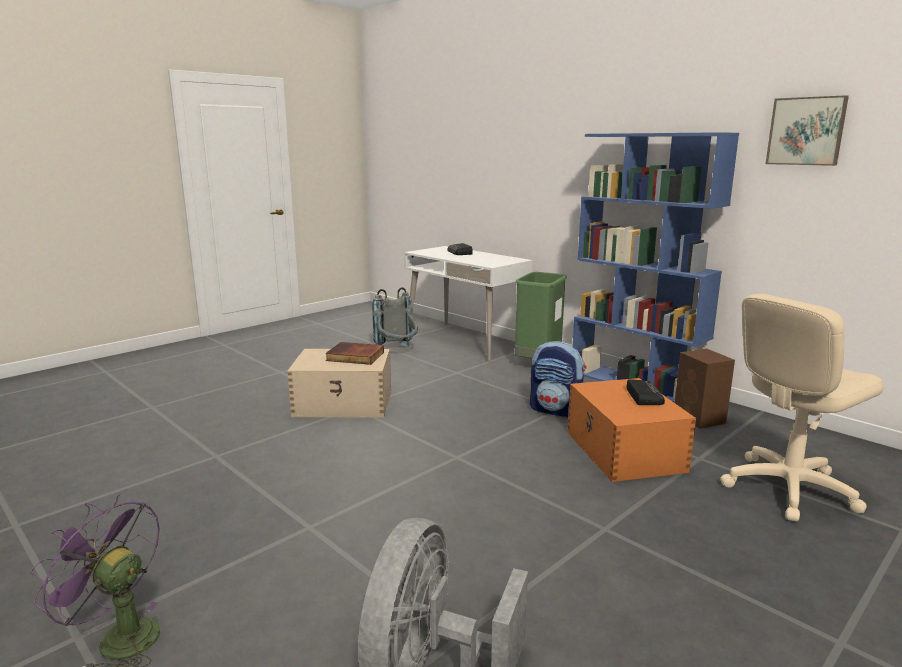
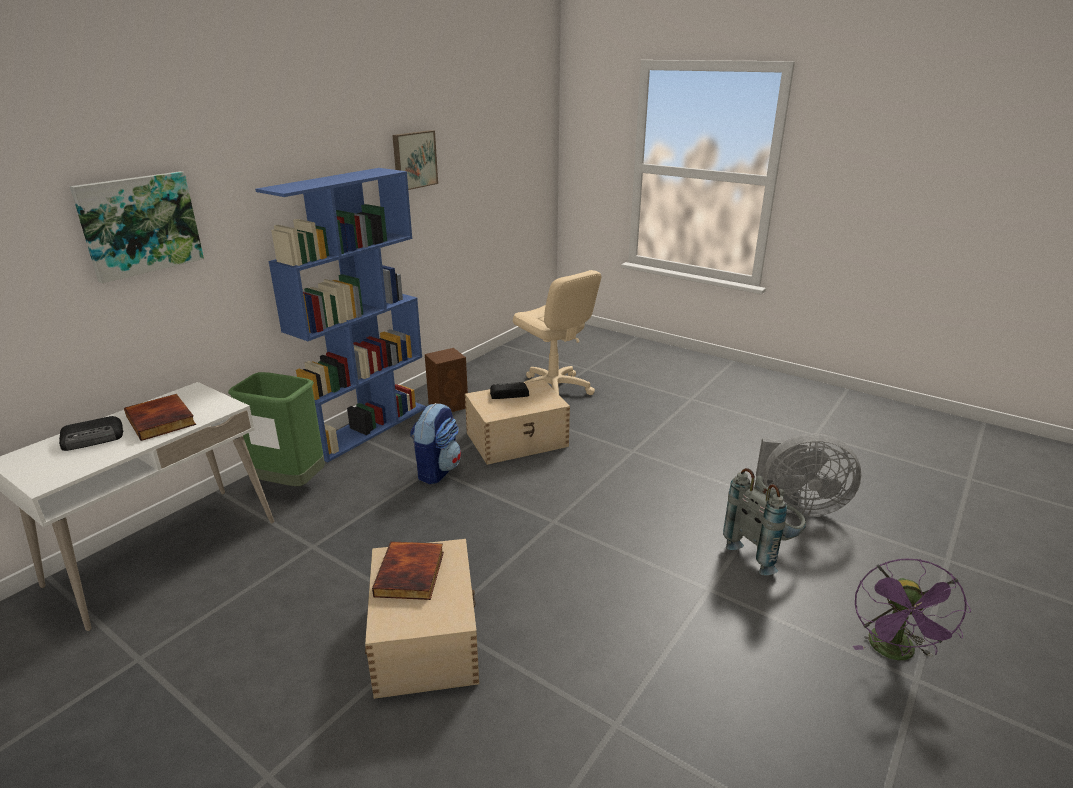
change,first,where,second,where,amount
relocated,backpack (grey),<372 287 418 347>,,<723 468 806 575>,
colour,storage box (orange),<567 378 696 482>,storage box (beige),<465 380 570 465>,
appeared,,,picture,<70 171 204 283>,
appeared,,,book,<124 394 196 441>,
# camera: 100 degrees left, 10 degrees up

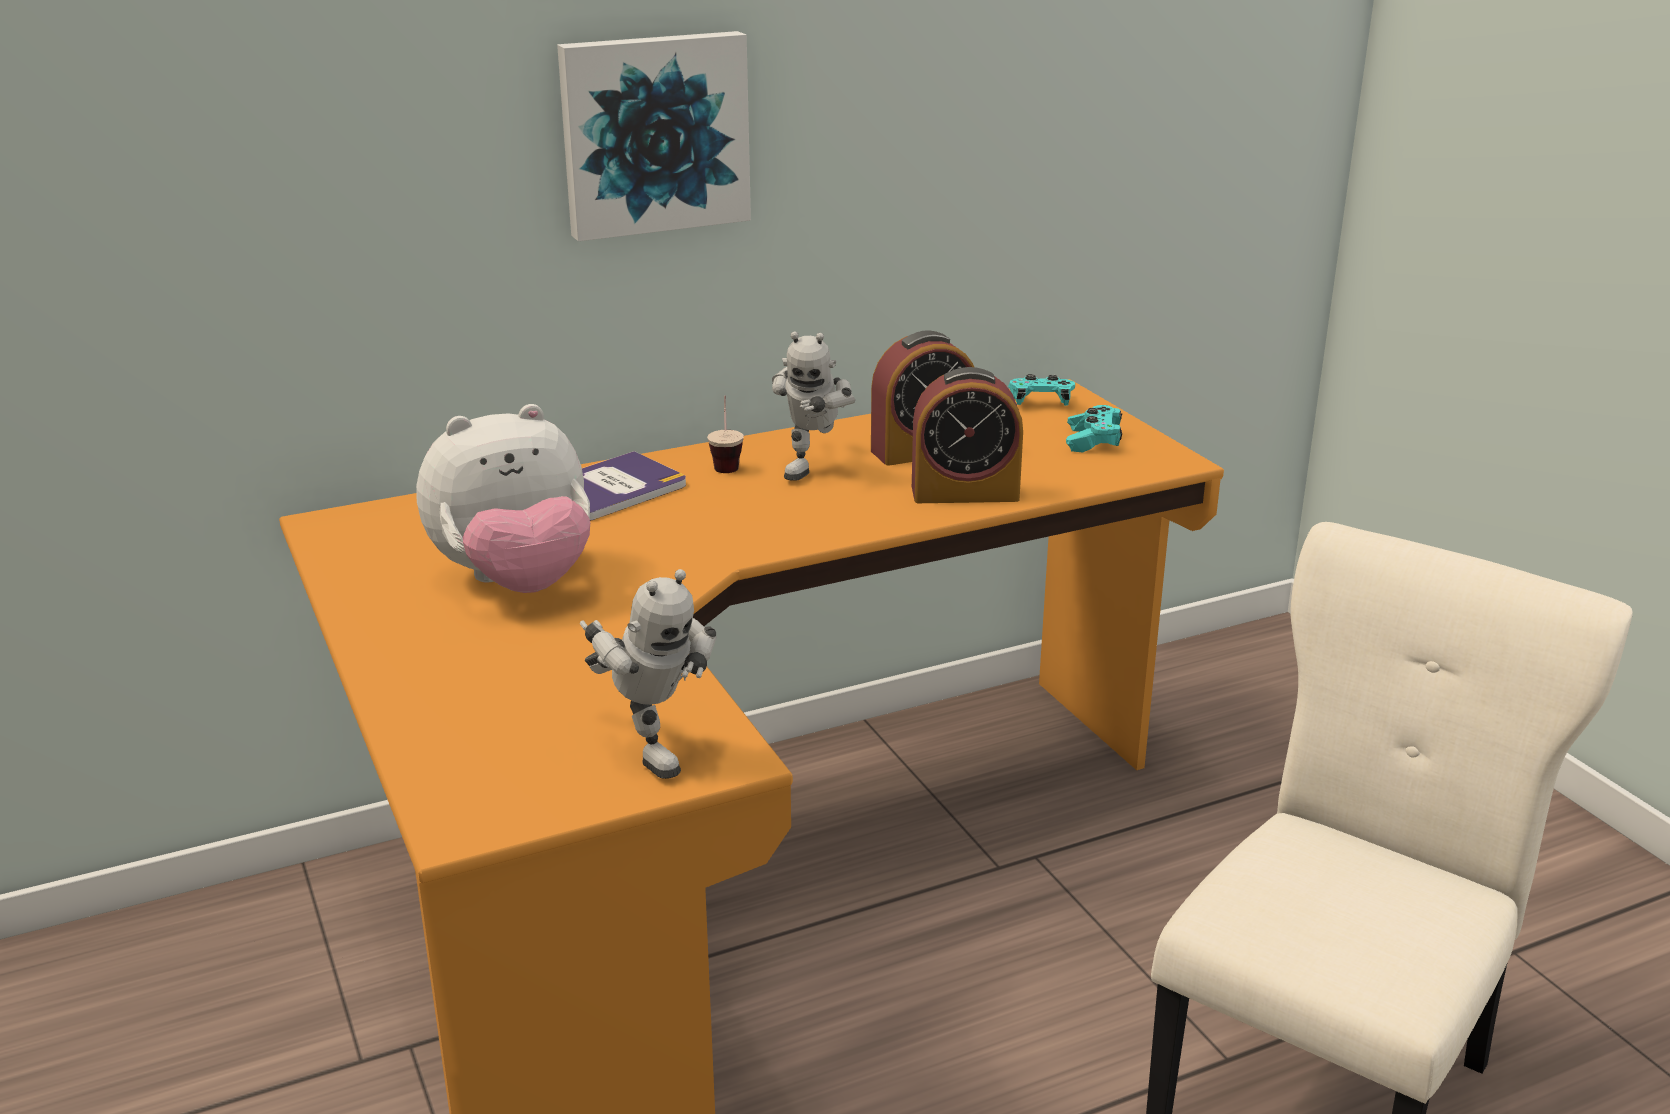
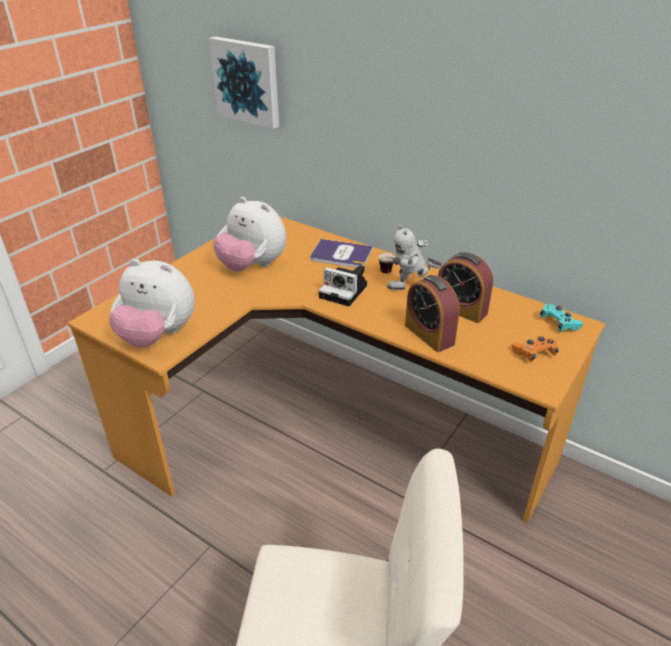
change,first,where,second,where,amount
relocated,picture,<557 31 751 241>,,<209 36 279 129>,
colour,game controller (turquoise),<1066 405 1123 452>,game controller (orange),<511 336 559 362>,
exchanged,toy robot,<580 569 717 779>,plush toy,<109 259 195 347>,
appeared,,,photo camera,<319 265 367 306>,
# camera: 60 degrees right, 10 degrees up

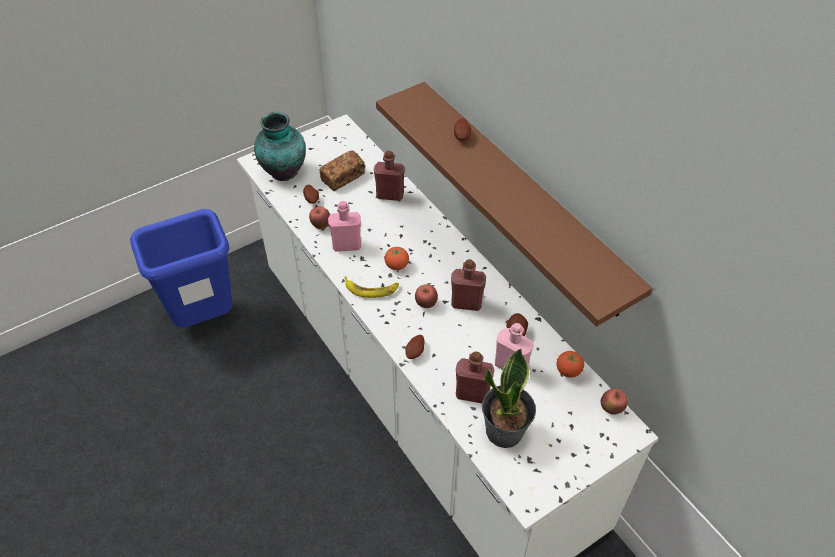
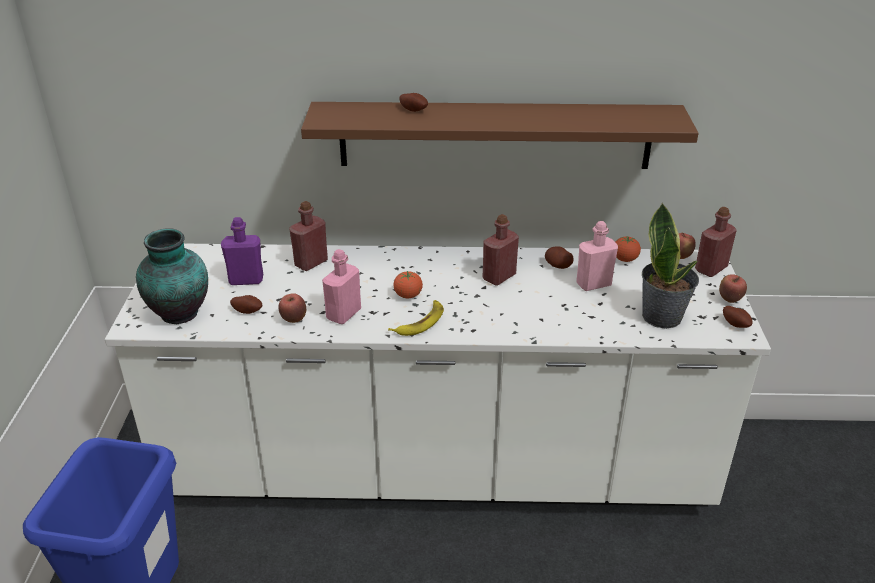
change,first,where,second,where,amount
exchanged,bread,<320 151 365 191>,bottle (purple),<221 217 263 285>,
relocated,apple,<415 284 438 308>,,<719 274 747 303>,
relocated,potato,<406 335 425 359>,,<723 306 753 328>,
relocated,bottle (red),<456 351 494 403>,,<695 207 737 277>,
# camera: 55 degrees left, 15 degrees down

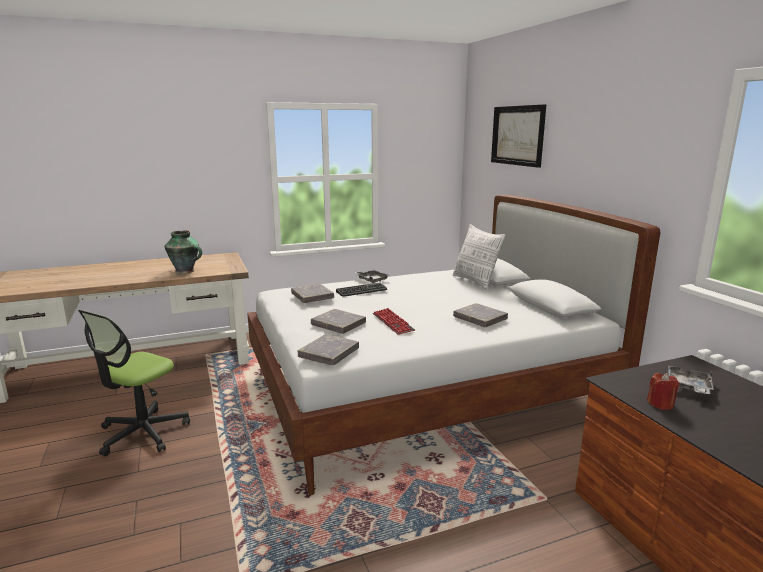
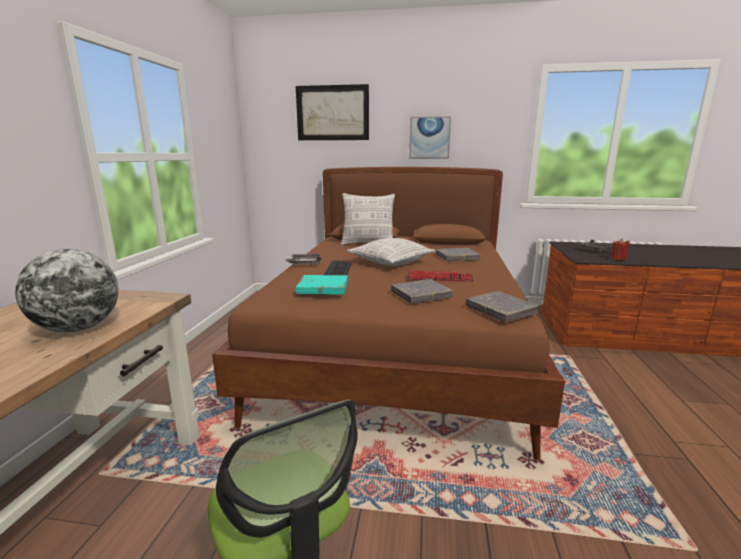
change,first,where,second,where,amount
colour,bed (white),<247 195 660 495>,bed (brown),<212 167 565 460>,
exchanged,vase,<164 230 202 274>,globe,<15 249 118 332>,
colour,book (grey),<291 284 334 303>,book (turquoise),<296 275 348 295>,
appeared,,,picture,<409 116 451 159>,
appeared,,,pillow,<346 238 436 266>,
# camera: 60 degrees left, 0 degrees up

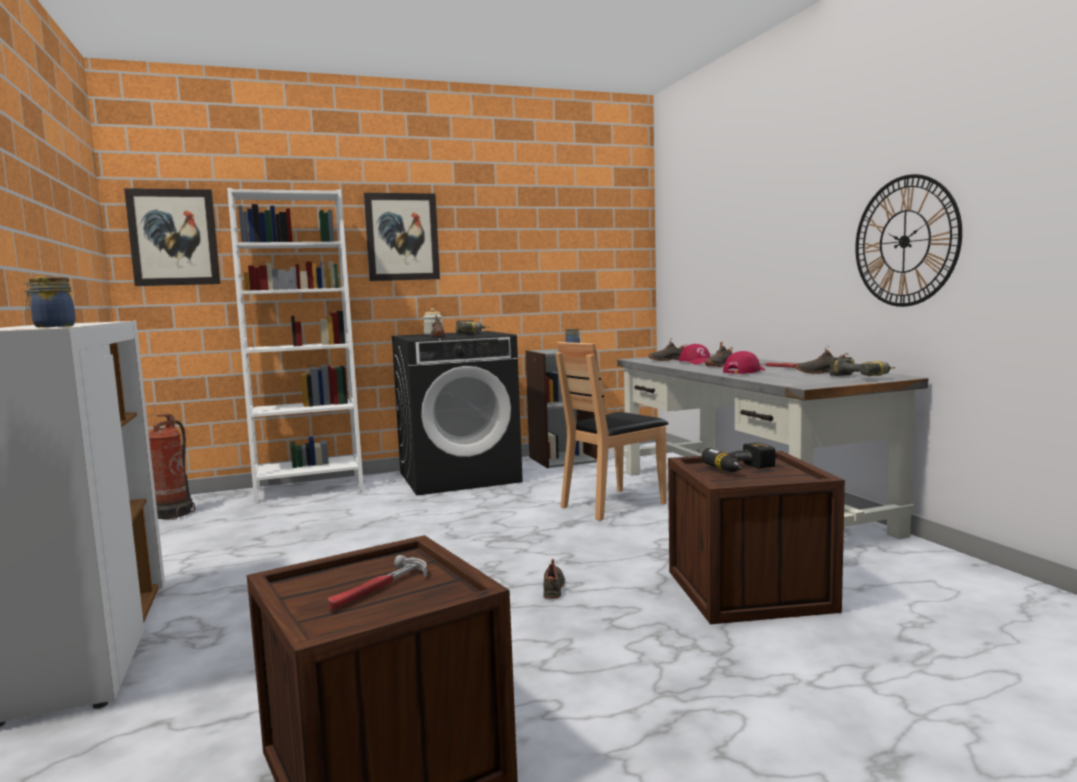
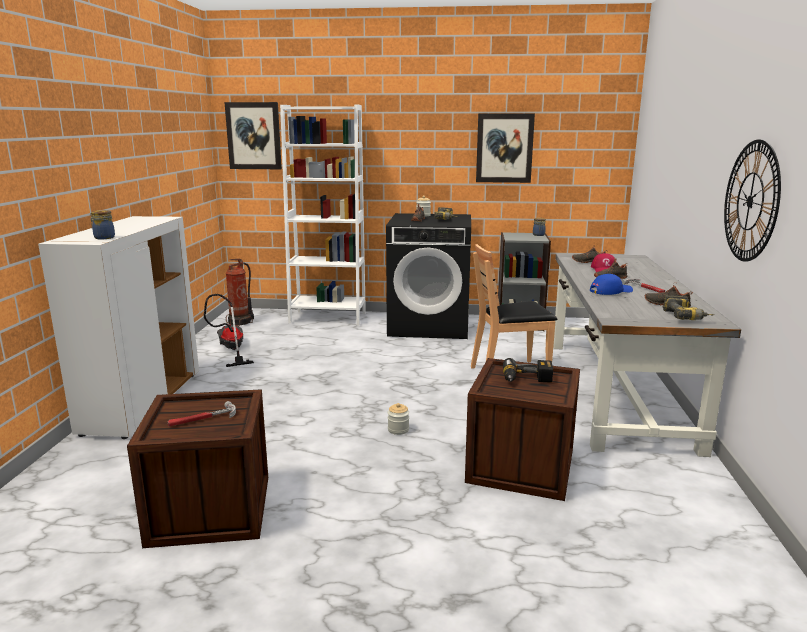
change,first,where,second,where,amount
relocated,picture,<364 193 440 281>,,<476 114 535 183>,
colour,cap (red),<723 351 765 374>,cap (blue),<590 274 633 295>,
exchanged,shoe (black),<543 559 565 599>,jar,<388 403 409 435>,
appeared,,,vacuum cleaner,<204 294 254 367>,
# camera: 25 degrees right, 10 degrees up

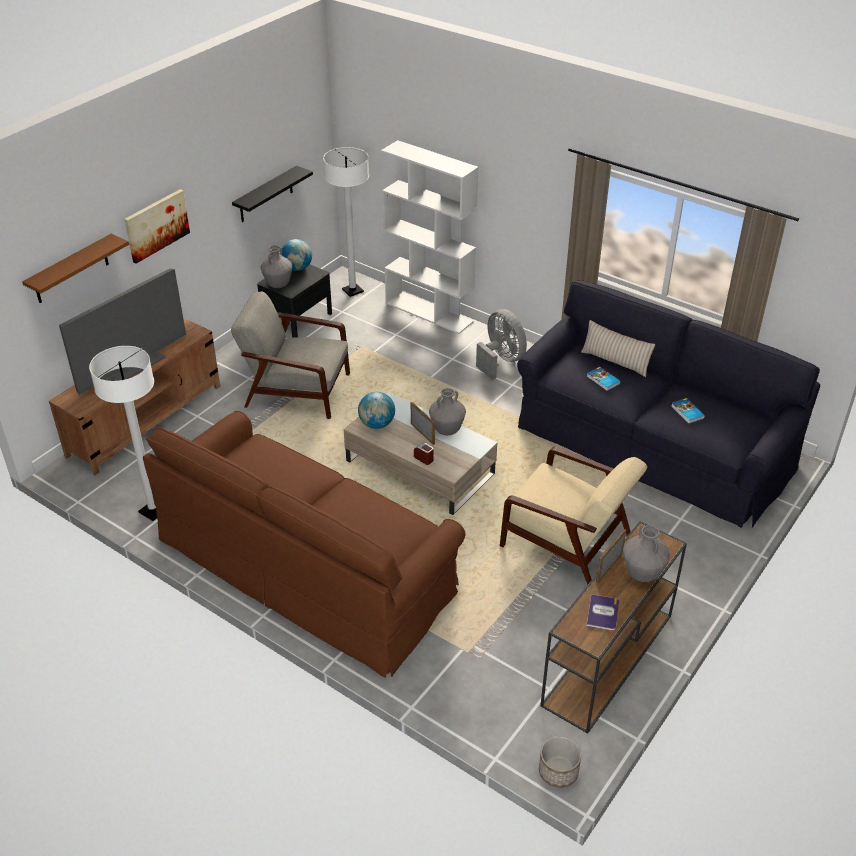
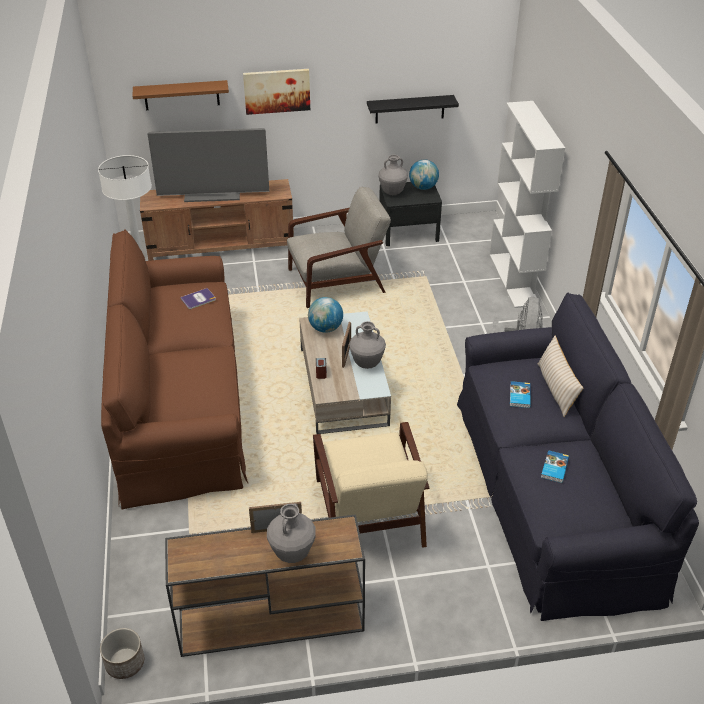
change,first,where,second,where,amount
missing,floor lamp (white),<323 147 369 297>,,,
spun,armchair (grey),<231 292 350 419>,,<287 187 391 308>,105 degrees clockwise
relocated,book,<587 594 619 630>,,<180 288 216 309>,
# camera: 45 degrees right, 0 degrees up

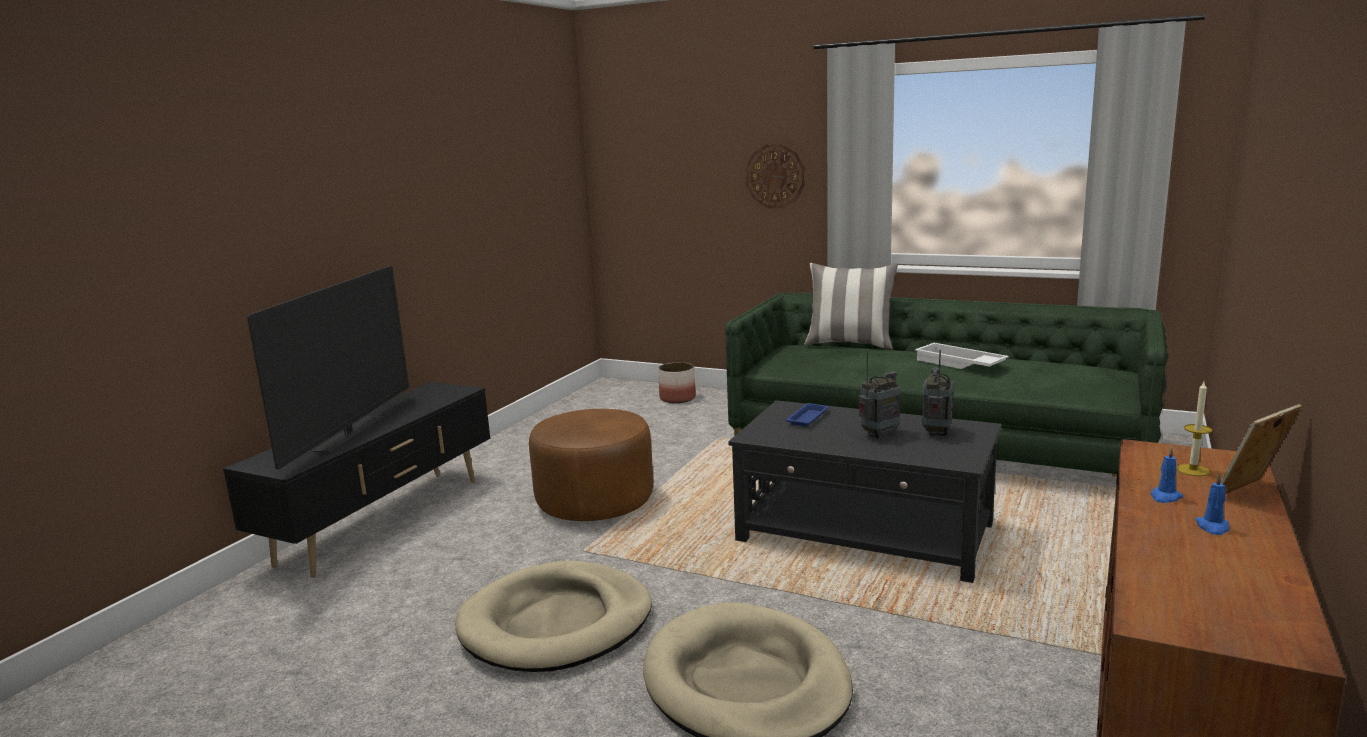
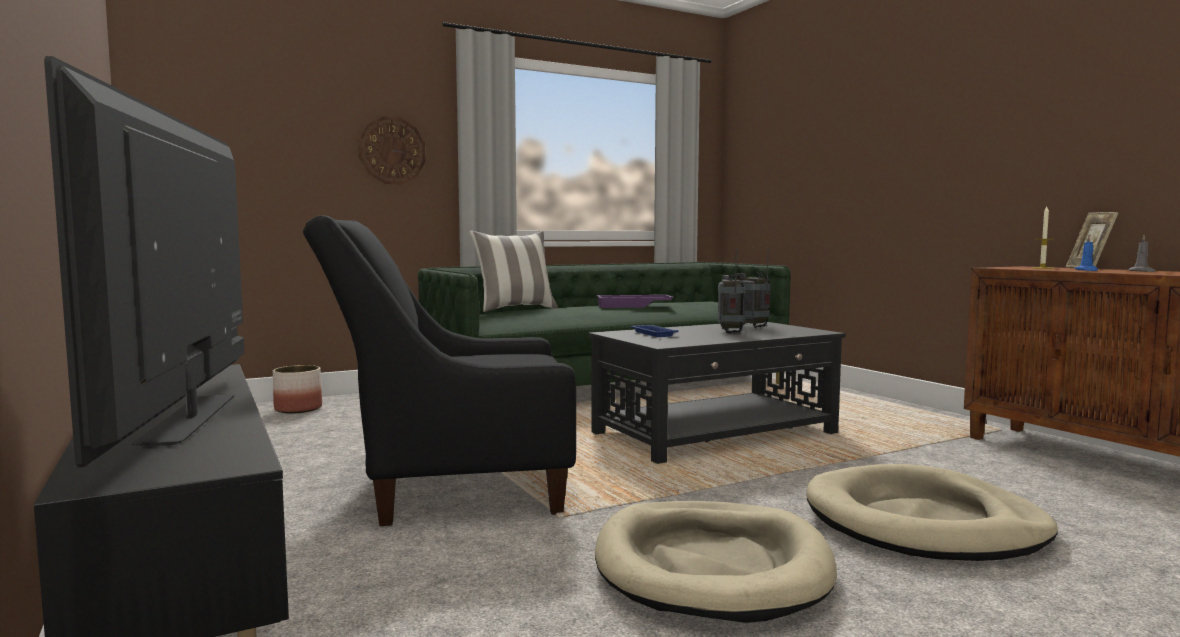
change,first,where,second,where,amount
spun,television,<247 266 409 470>,,<44 56 245 467>,150 degrees counterclockwise
colour,tray (white),<915 343 1009 369>,tray (purple),<597 295 673 308>,
exchanged,ottoman (brown),<529 409 653 521>,armchair (black),<303 215 576 526>,
colour,candle (blue),<1195 473 1230 535>,candle (grey),<1128 235 1156 272>,
# camera: 55 degrees left, 10 degrees down

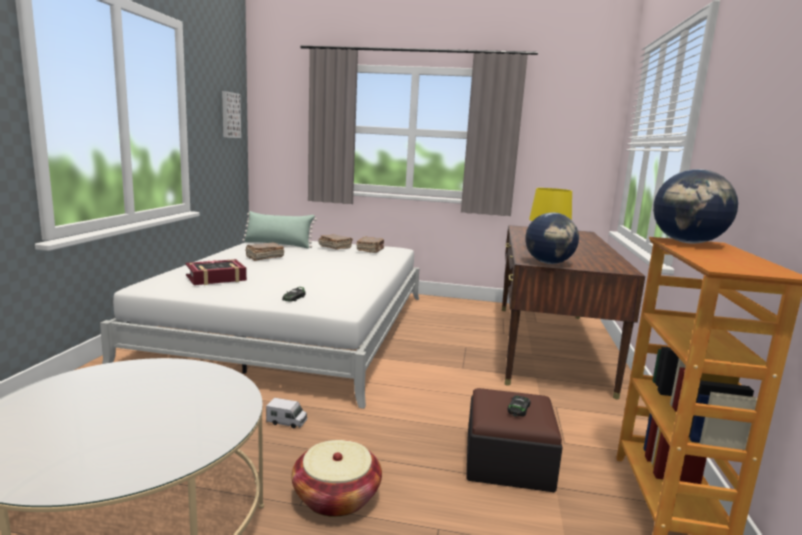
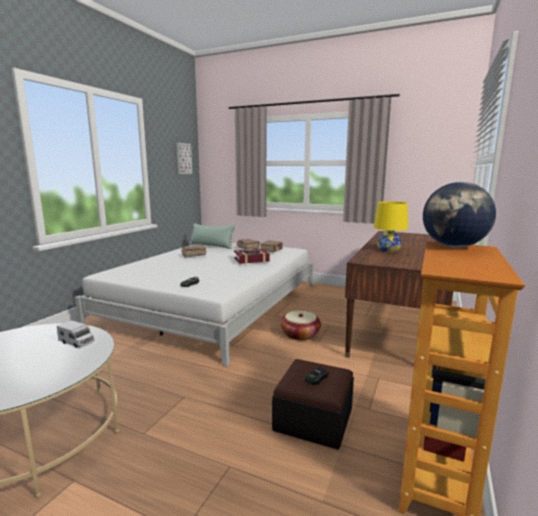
change,first,where,second,where,amount
missing,globe,<525 212 579 264>,,,
relocated,book,<185 259 247 285>,,<234 249 270 264>,
relocated,toy truck,<266 398 307 428>,,<57 320 94 348>,
relocated,basket,<292 440 382 517>,,<280 311 321 341>,
# camera: 15 degrees right, 0 degrees up

